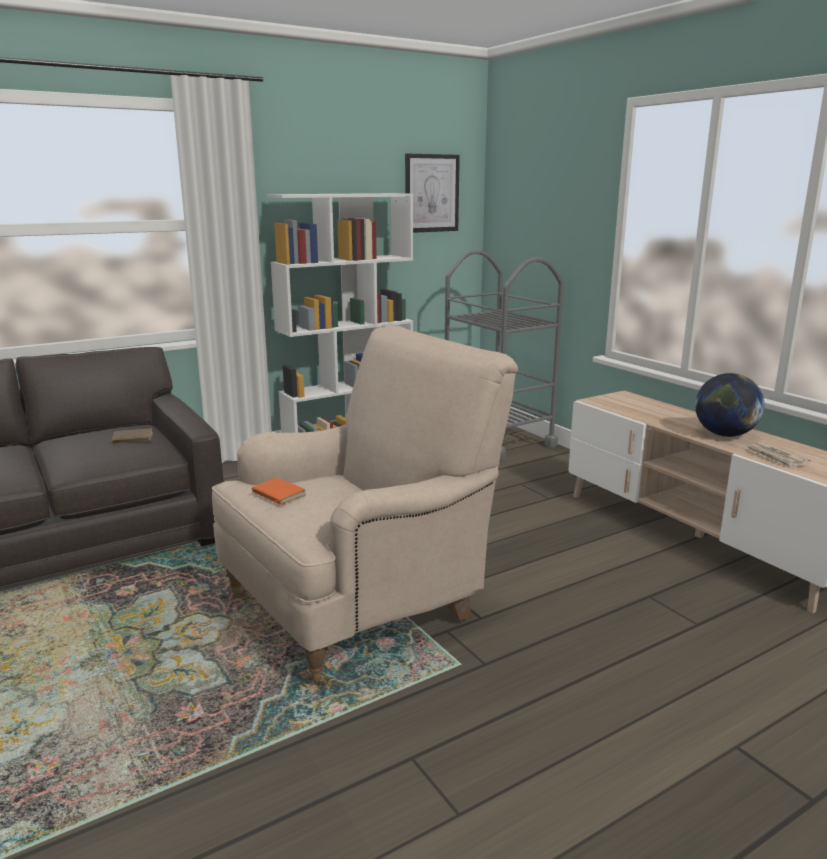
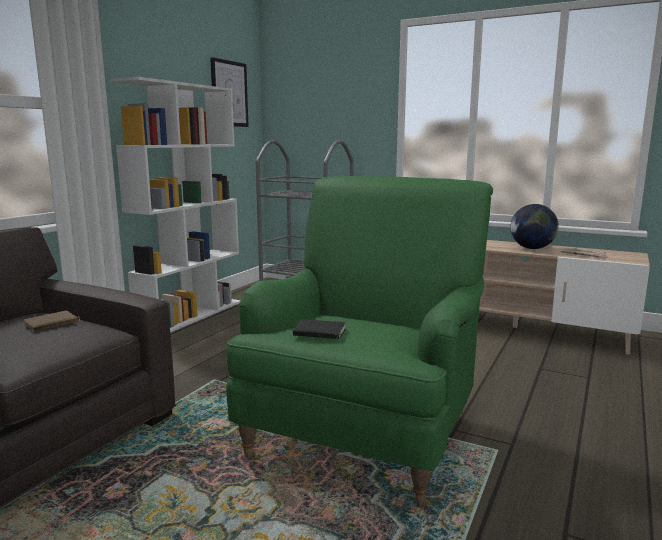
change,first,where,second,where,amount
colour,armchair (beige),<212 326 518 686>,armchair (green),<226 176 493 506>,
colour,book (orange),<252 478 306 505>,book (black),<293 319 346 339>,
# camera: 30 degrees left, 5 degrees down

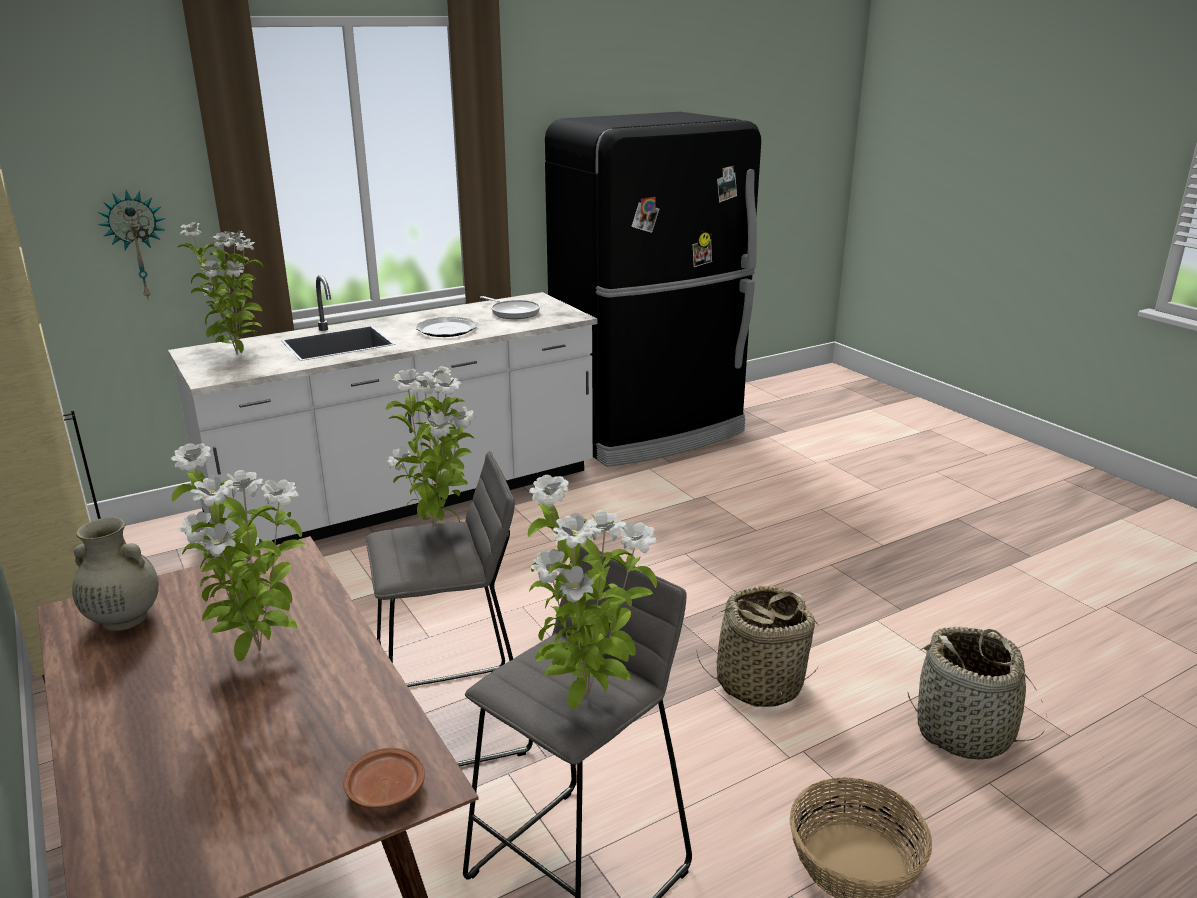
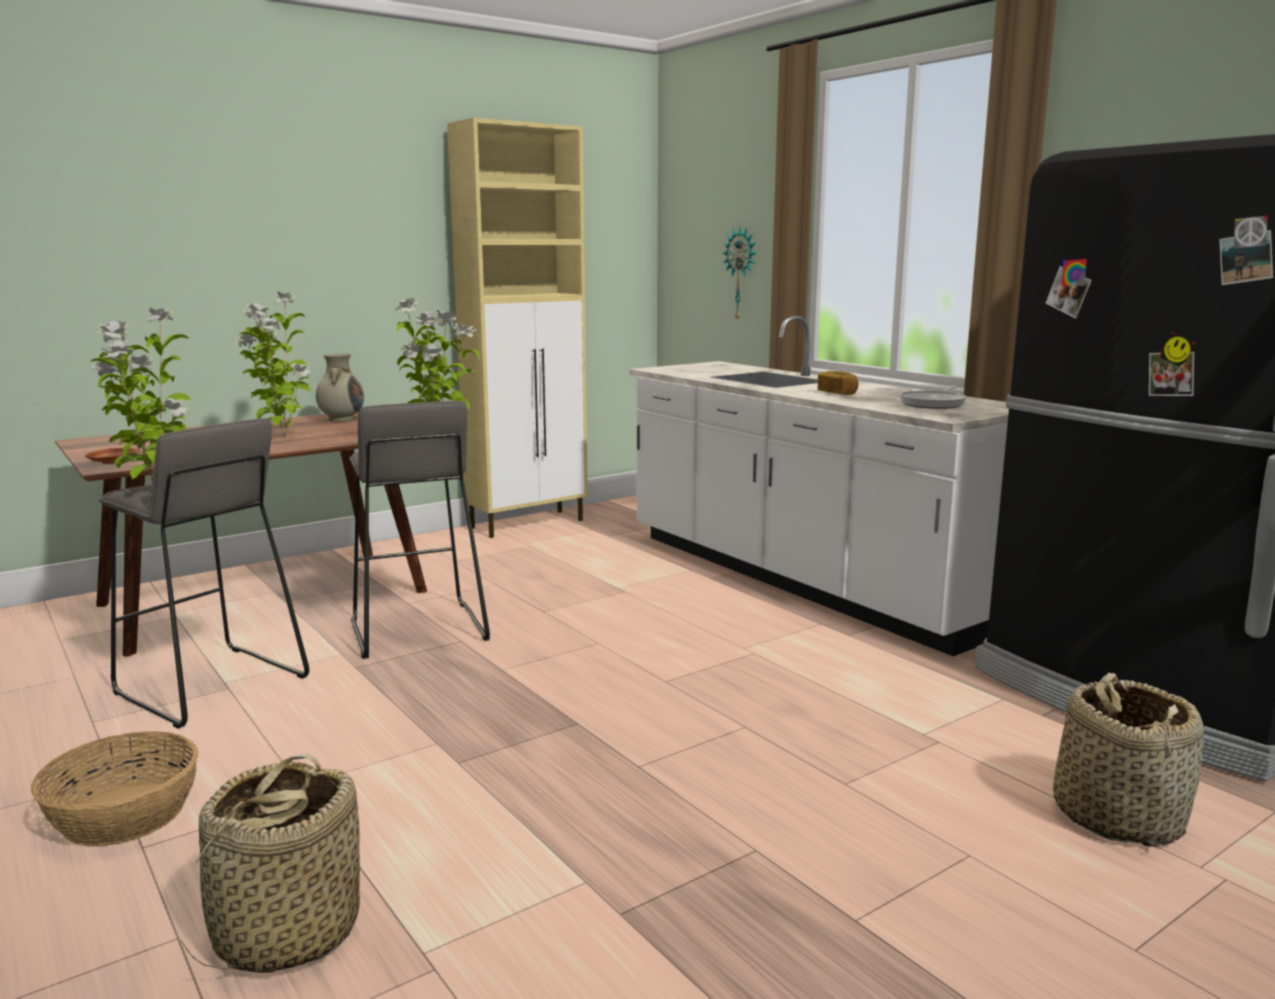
change,first,where,second,where,amount
missing,potted plant,<177 222 263 355>,,,
exchanged,plate,<415 317 477 337>,bread,<818 371 858 395>,
relocated,basket,<696 586 819 707>,,<1053 673 1204 847>,
# camera: 85 degrees right, 10 degrees down

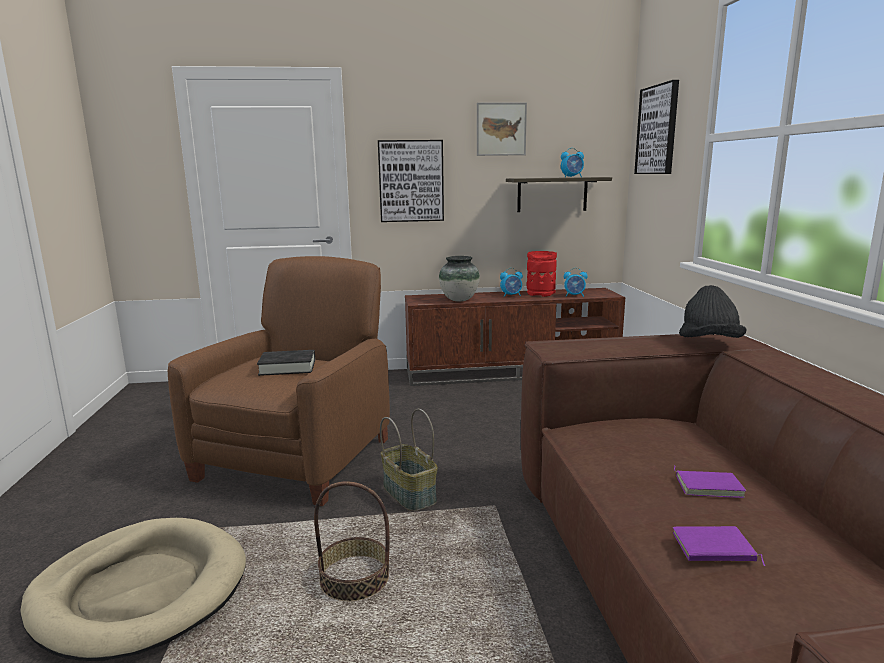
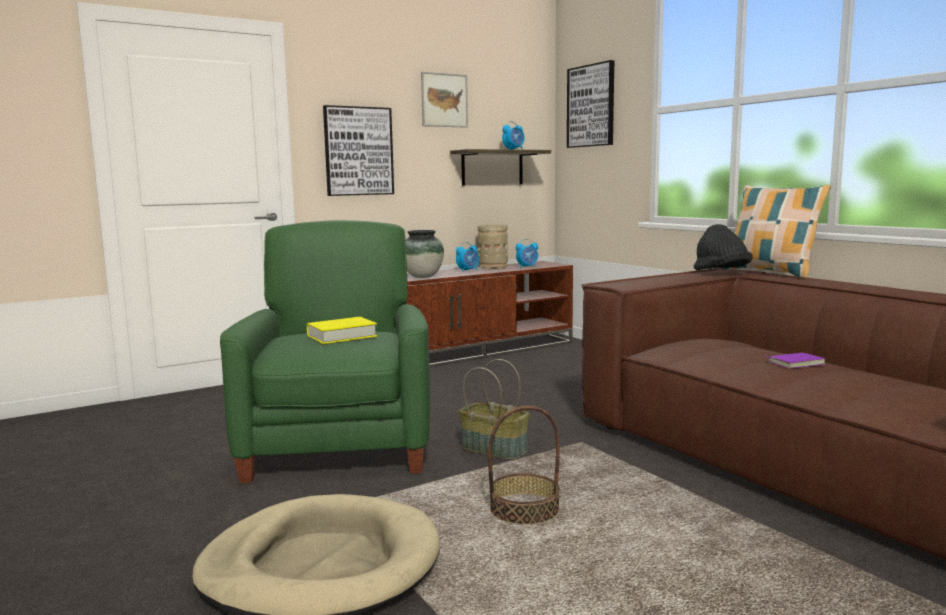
change,first,where,second,where,amount
colour,vase (red),<527 251 557 297>,vase (beige),<478 225 508 270>,
colour,armchair (brown),<168 256 390 506>,armchair (green),<220 220 430 483>,
colour,book (black),<257 350 315 376>,book (yellow),<307 317 377 344>,
missing,book (purple),<673 526 765 566>,,,
appeared,,,pillow,<723 185 831 278>,
# camera: 25 degrees left, 5 degrees down

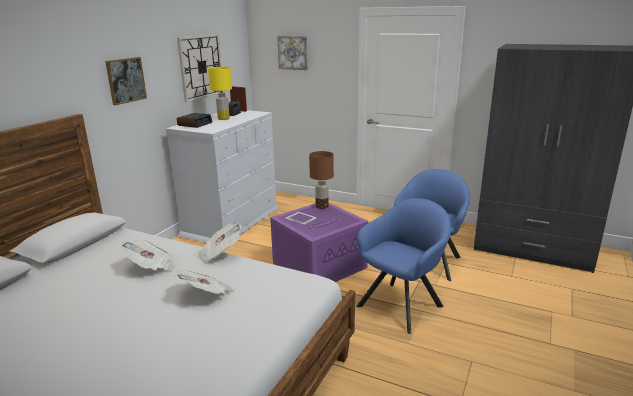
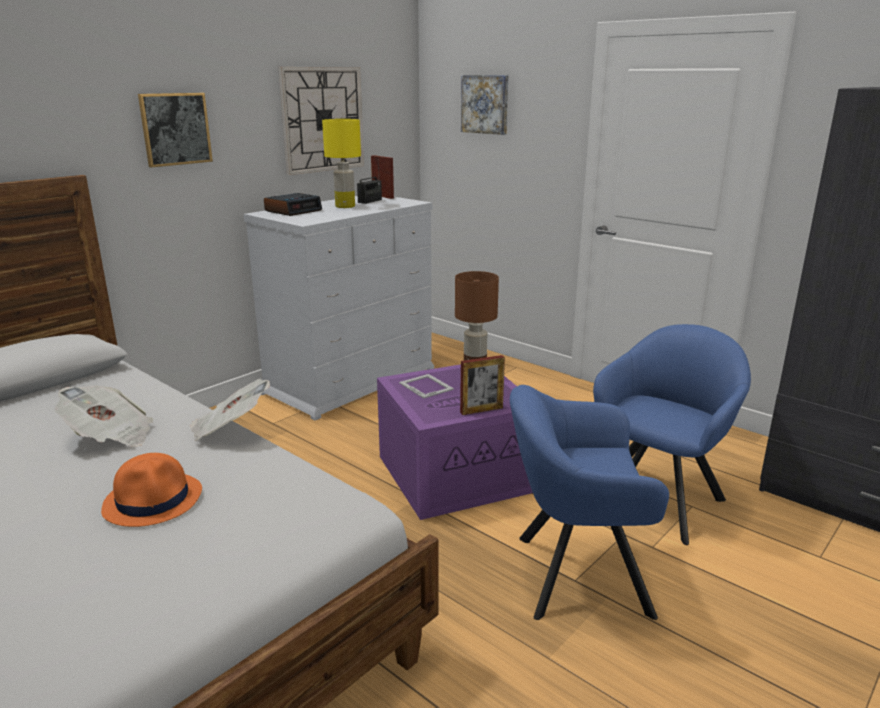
change,first,where,second,where,amount
spun,armchair (blue),<357 198 451 334>,,<510 385 669 620>,150 degrees counterclockwise
exchanged,newspaper,<175 270 235 294>,hat (orange),<101 453 202 527>,
appeared,,,picture frame,<460 355 505 415>,
# camera: 15 degrees right, 0 degrees up

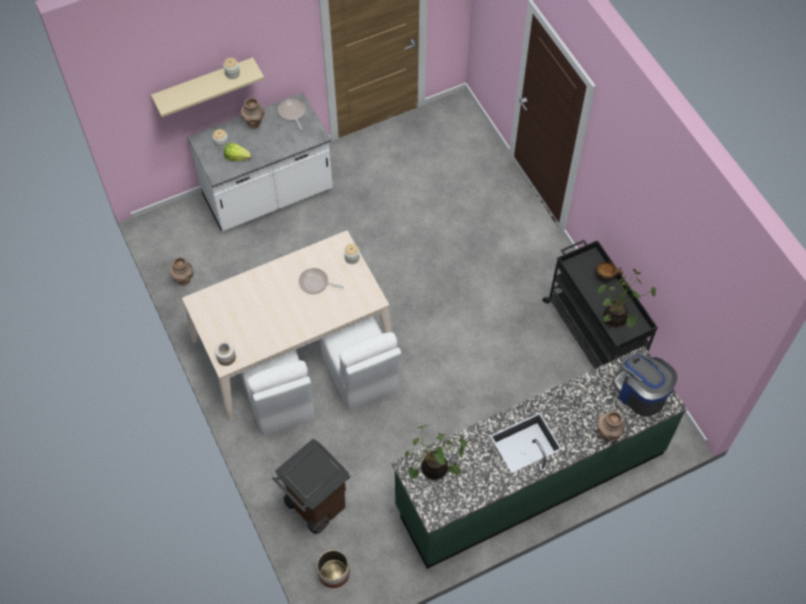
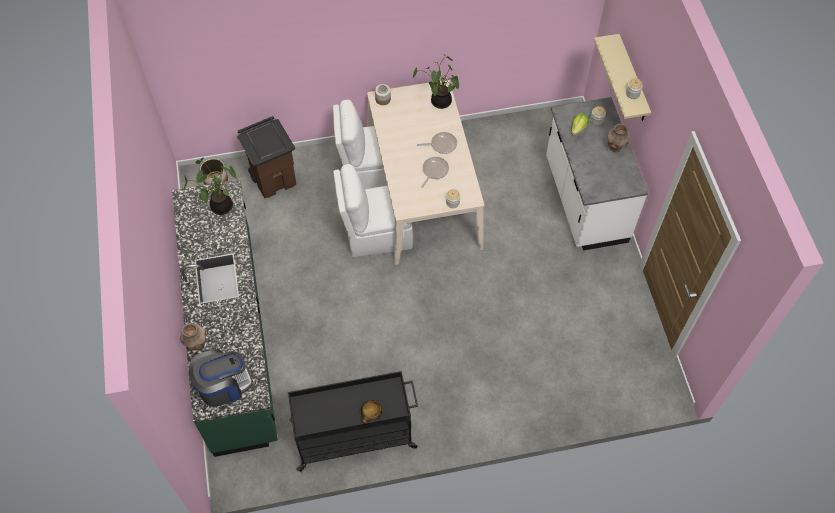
change,first,where,second,where,amount
relocated,frying pan,<278 98 306 130>,,<417 132 457 154>,
missing,vase (brown),<169 257 194 286>,,,
relocated,potted plant,<598 269 656 328>,,<413 54 459 109>,
# camera: 105 degrees right, 0 degrees up

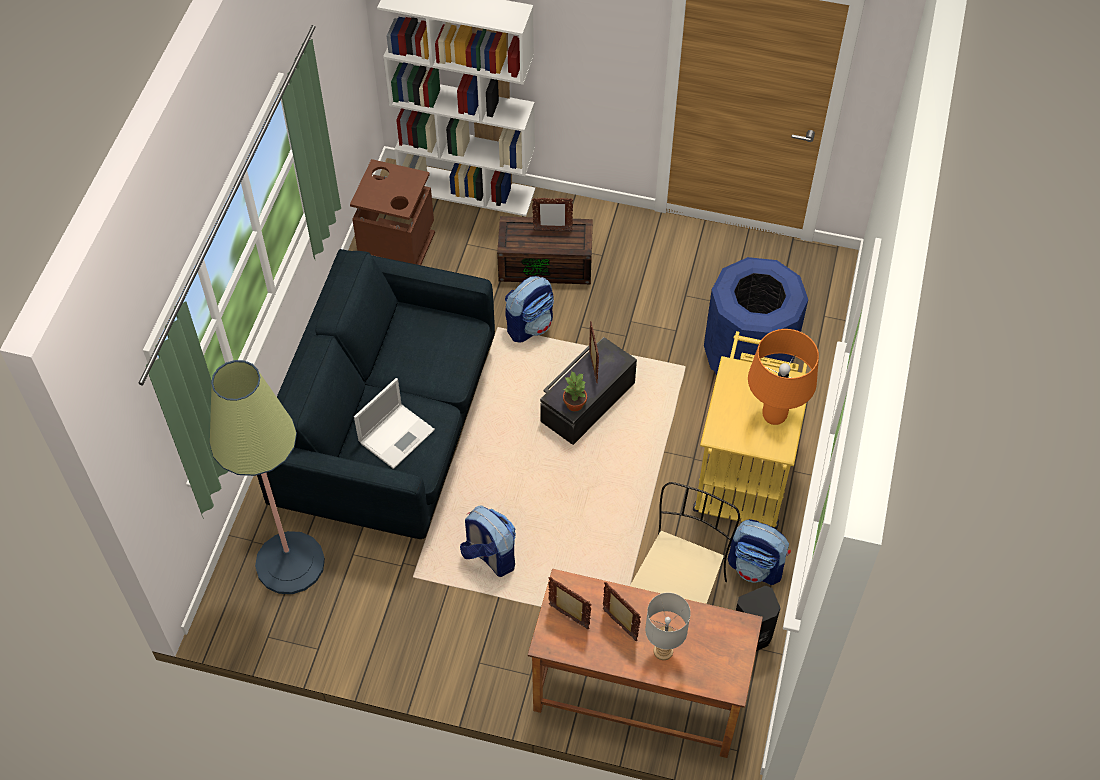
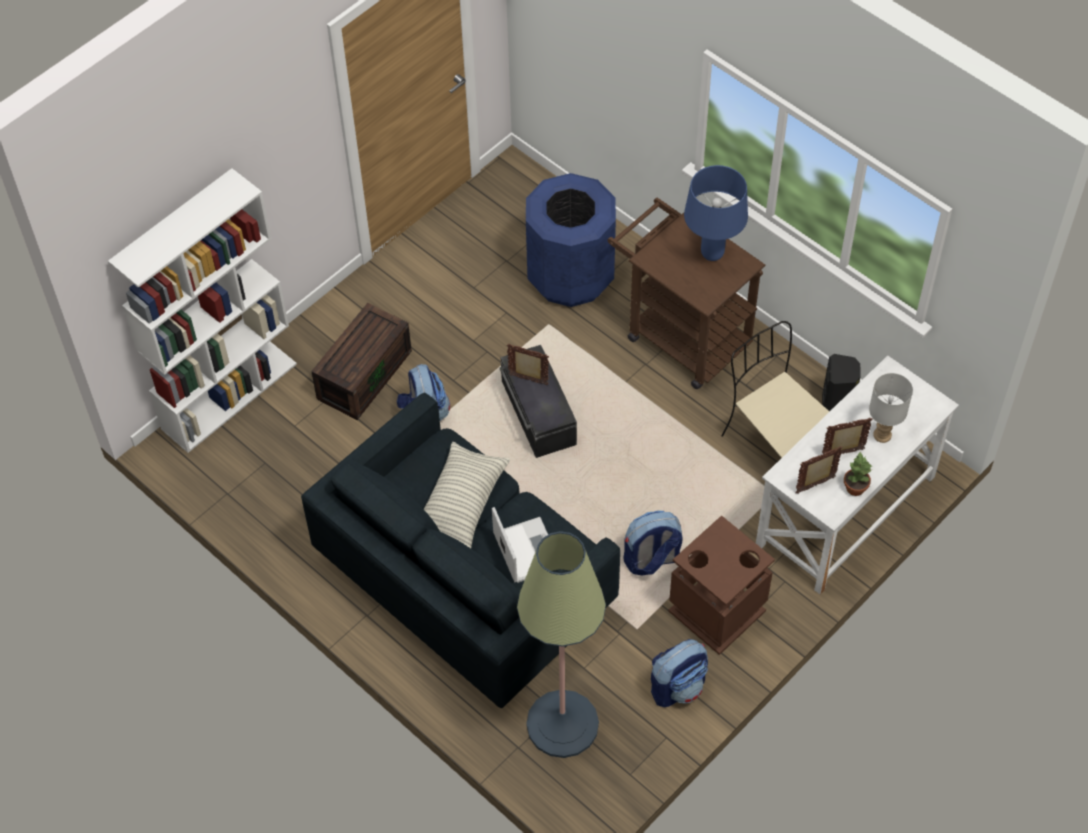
change,first,where,second,where,amount
relocated,trash can (brown),<350 159 435 265>,,<669 515 775 655>,
missing,picture frame,<532 198 573 231>,,,
colour,table lamp (orange),<748 329 819 425>,table lamp (blue),<684 165 748 261>,
colour,cart (yellow),<693 331 807 529>,cart (brown),<608 198 765 389>,
relocated,potted plant,<563 371 587 412>,,<844 452 872 496>,
relocated,backpack,<728 519 791 585>,,<651 639 708 707>,
colour,desk (brown),<528 569 763 758>,desk (white),<756 355 959 594>,
appeared,,,pillow,<424 442 510 548>,
# camera: 60 degrees left, 0 degrees up

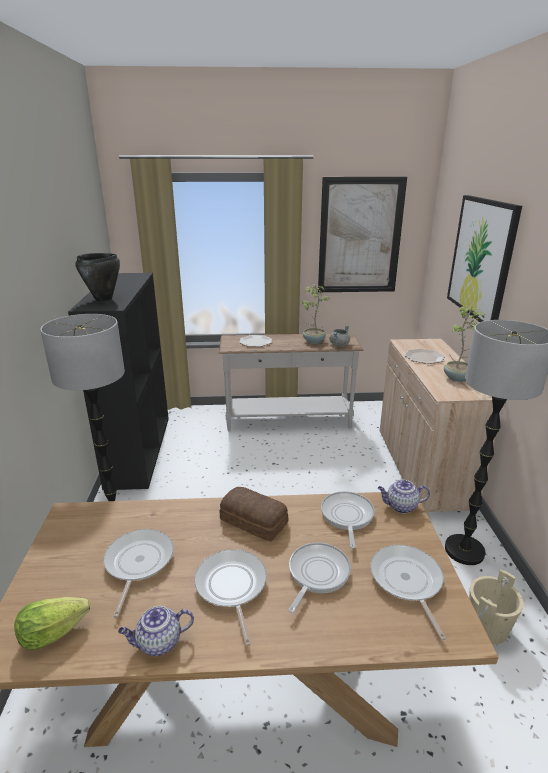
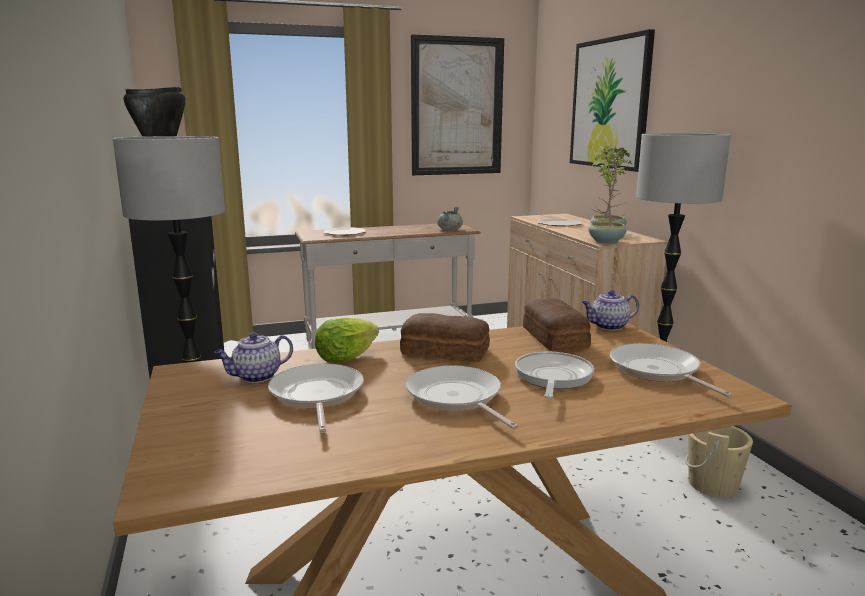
change,first,where,second,where,amount
relocated,potted plant,<302 284 329 344>,,<588 148 627 243>,
exchanged,frying pan,<321 491 375 549>,bread,<523 298 591 351>,
relocated,lettuce,<14 597 90 650>,,<315 318 379 363>,
relocated,teapot,<118 606 194 656>,,<214 332 293 383>,
# camera: 15 degrees left, 10 degrees down

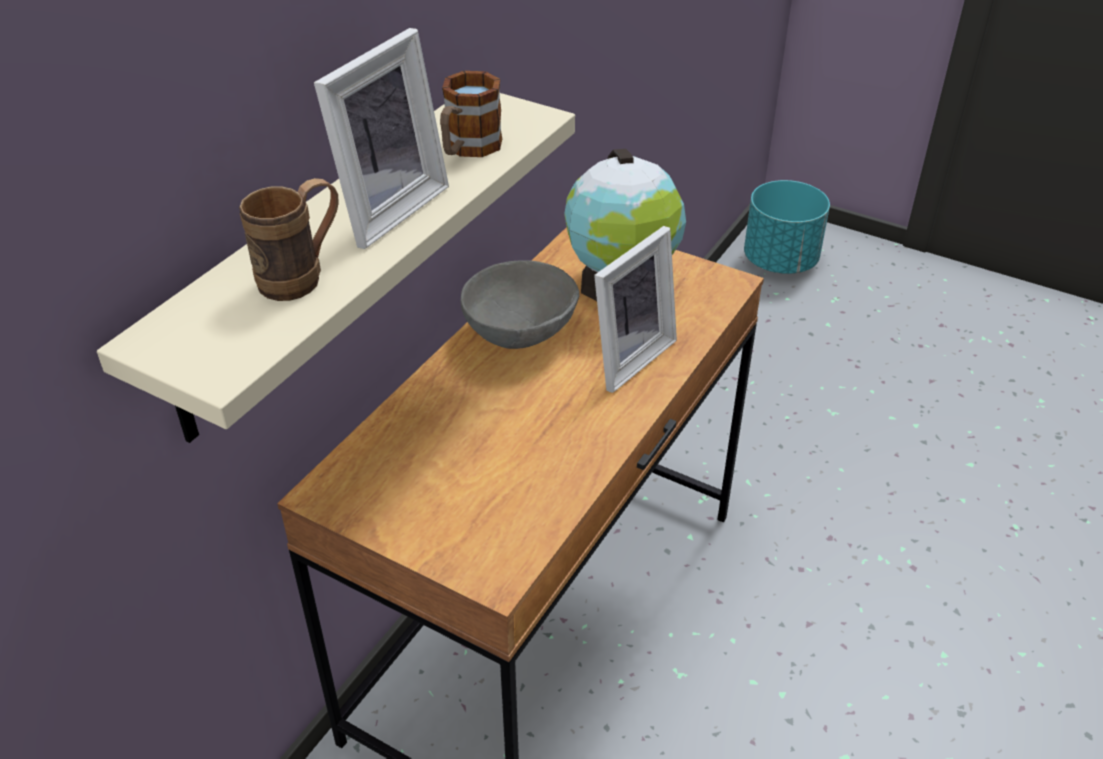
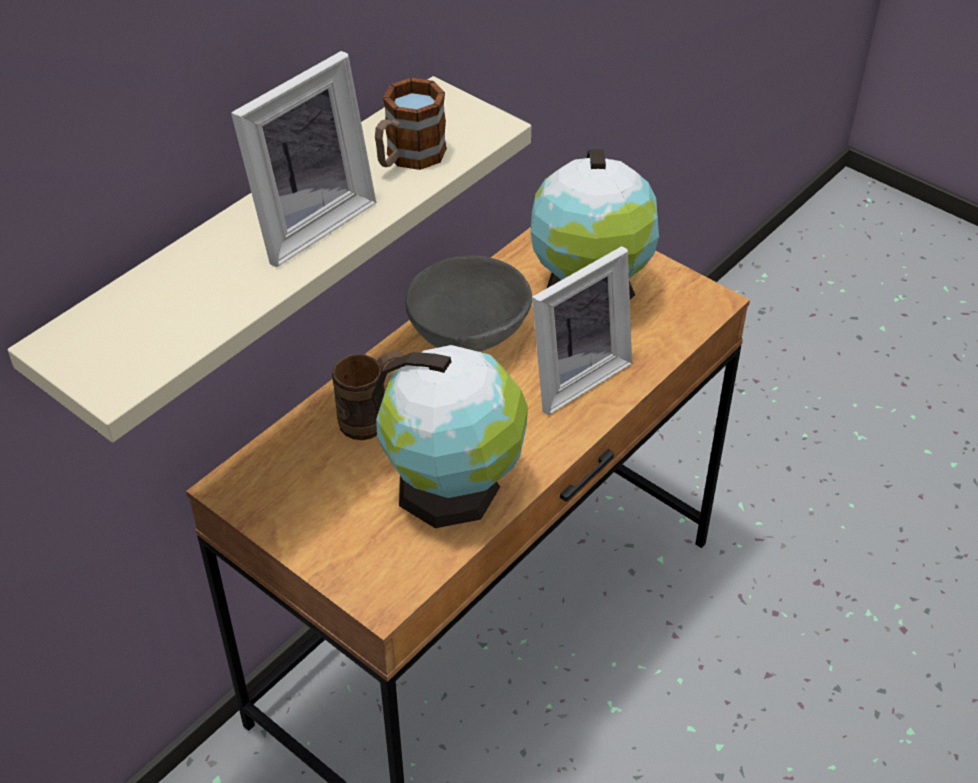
change,first,where,second,where,amount
relocated,mug (brown),<239 178 339 301>,,<332 351 404 440>,
missing,planter (turquoise),<744 180 830 274>,,,
appeared,,,globe,<372 345 528 528>,
# camera: 10 degrees right, 5 degrees up

